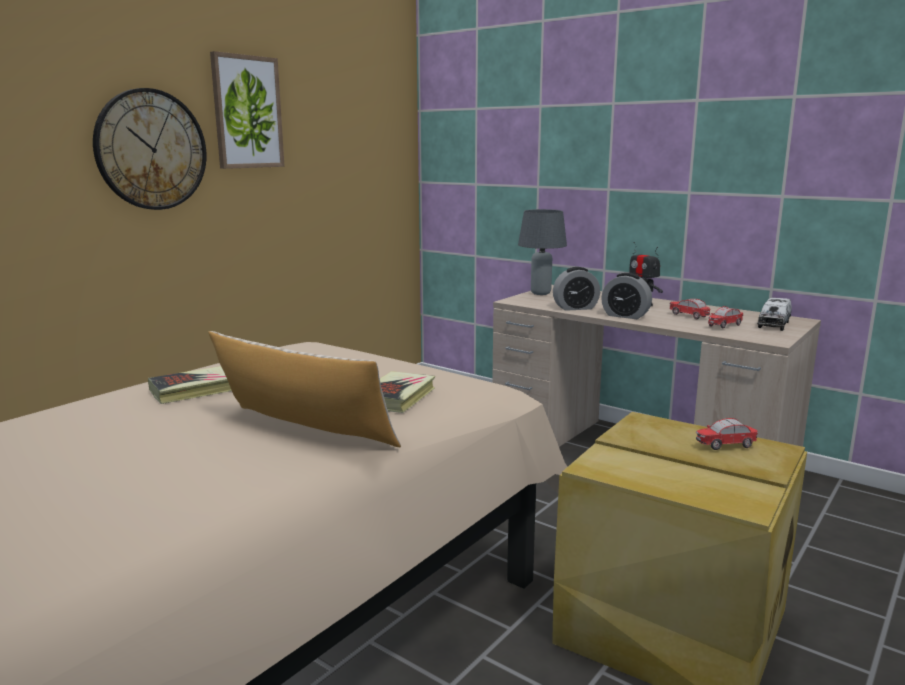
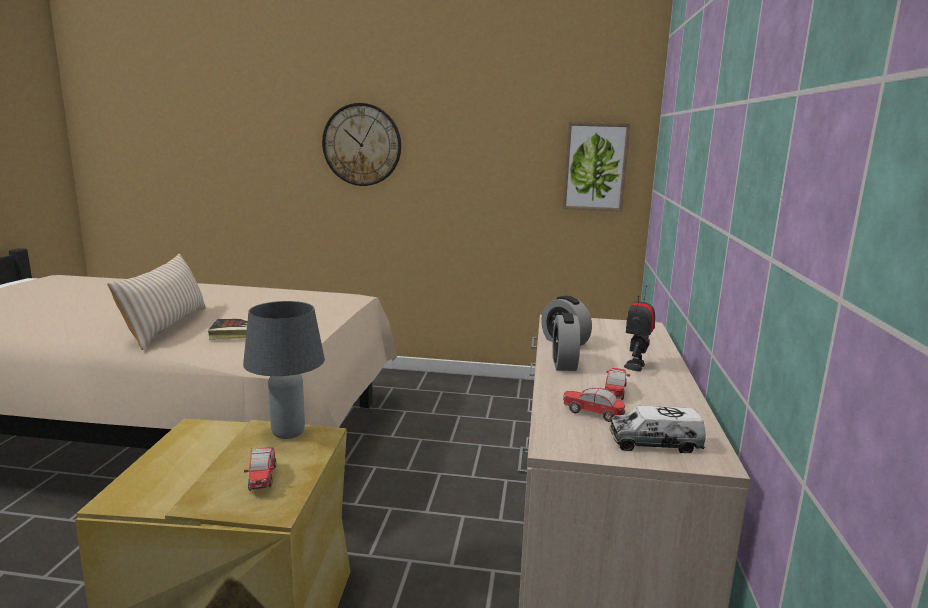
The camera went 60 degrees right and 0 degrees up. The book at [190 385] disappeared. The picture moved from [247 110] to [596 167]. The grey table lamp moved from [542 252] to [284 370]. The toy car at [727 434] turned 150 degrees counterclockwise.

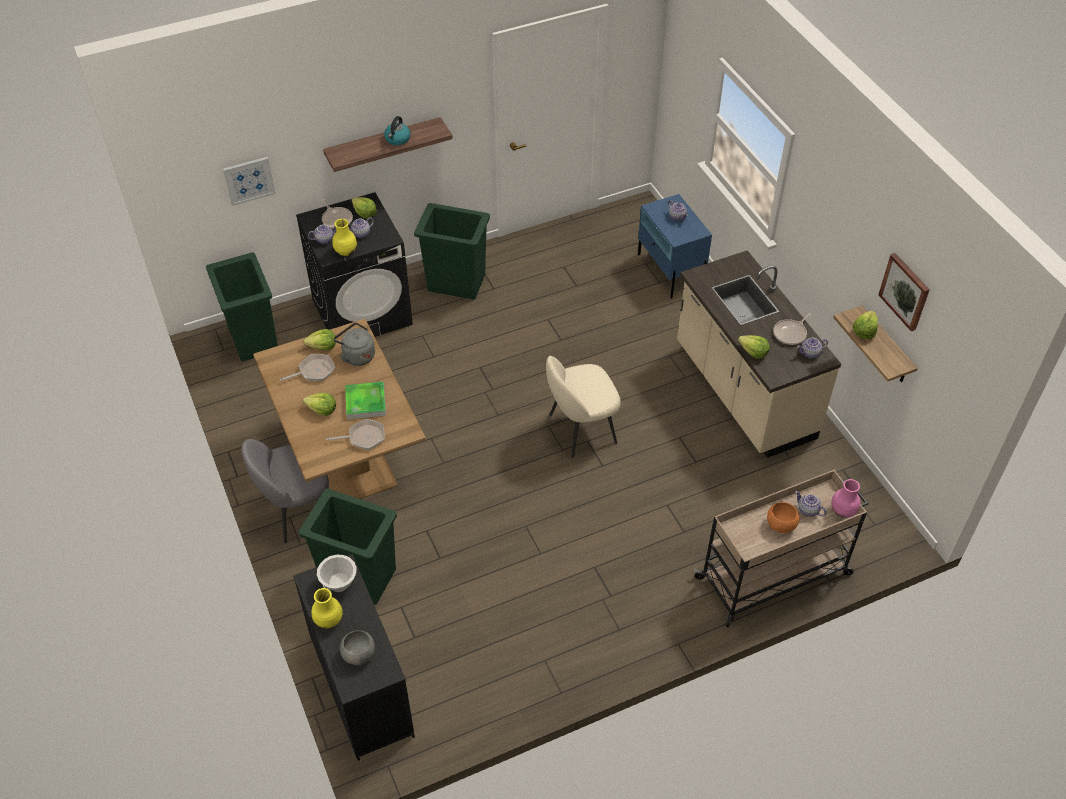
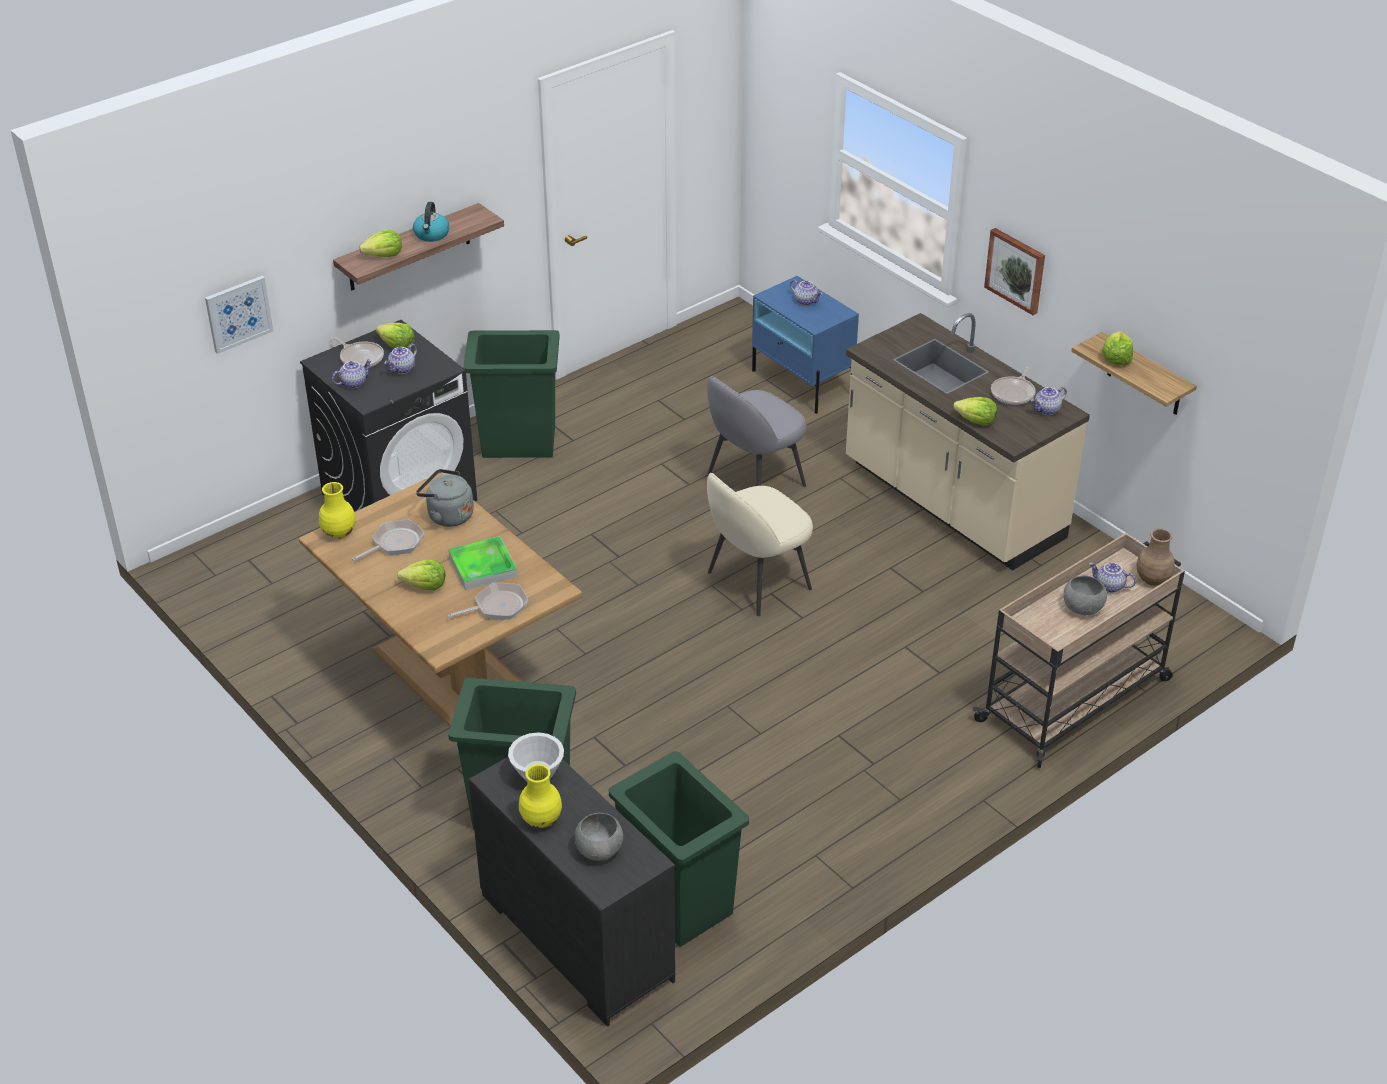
The camera went 15 degrees left and 10 degrees down. The green trash can moved from [242 307] to [679 849]. The grey chair moved from [285 491] to [757 431]. The lettuce moved from [319 339] to [380 243]. The yellow vase moved from [344 237] to [337 510]. The picture moved from [904 292] to [1014 271]. The orange bowl at [783 517] became the grey bowl at [1085 595]. The pink vase at [845 498] became the brown vase at [1155 557].

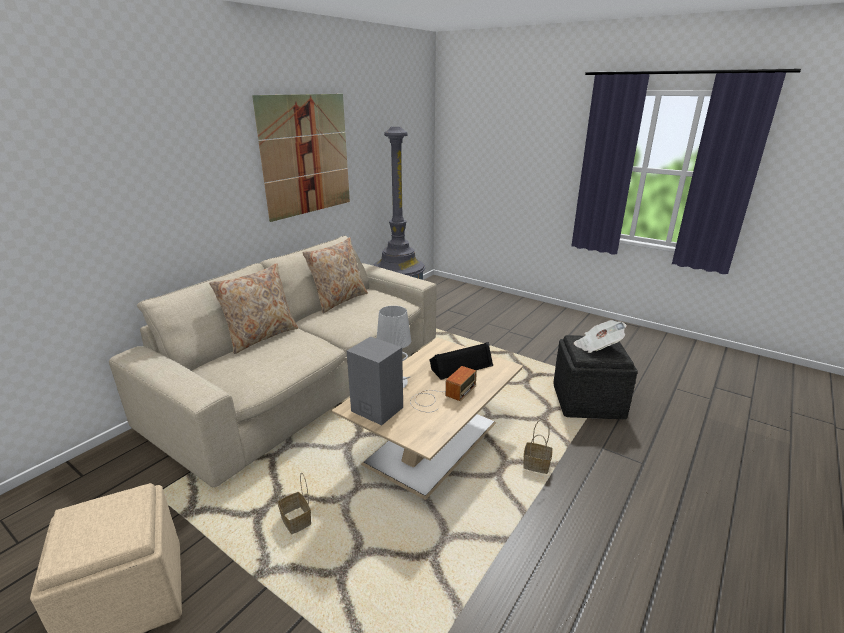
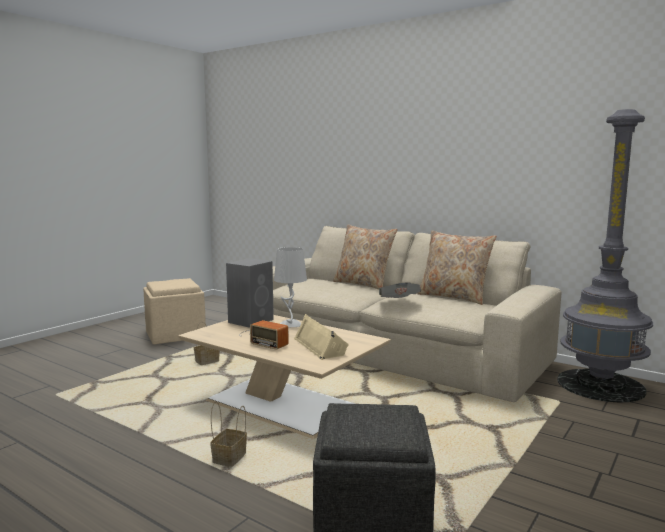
The camera went 90 degrees right and 15 degrees down. The picture at [301 158] disappeared. The newspaper moved from [600 336] to [400 290]. The black speaker at [461 361] became the beige speaker at [321 337].

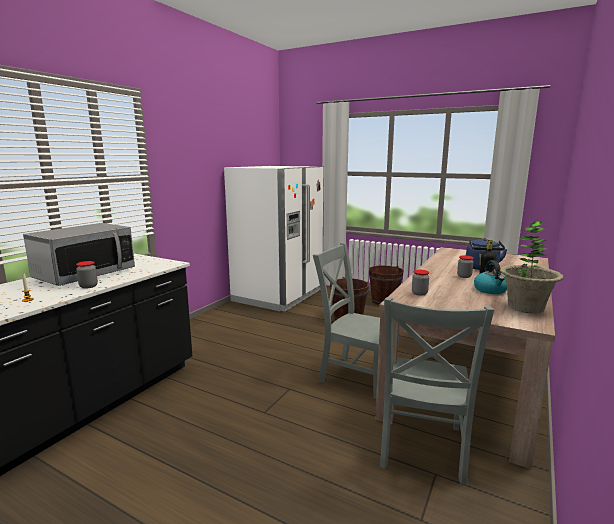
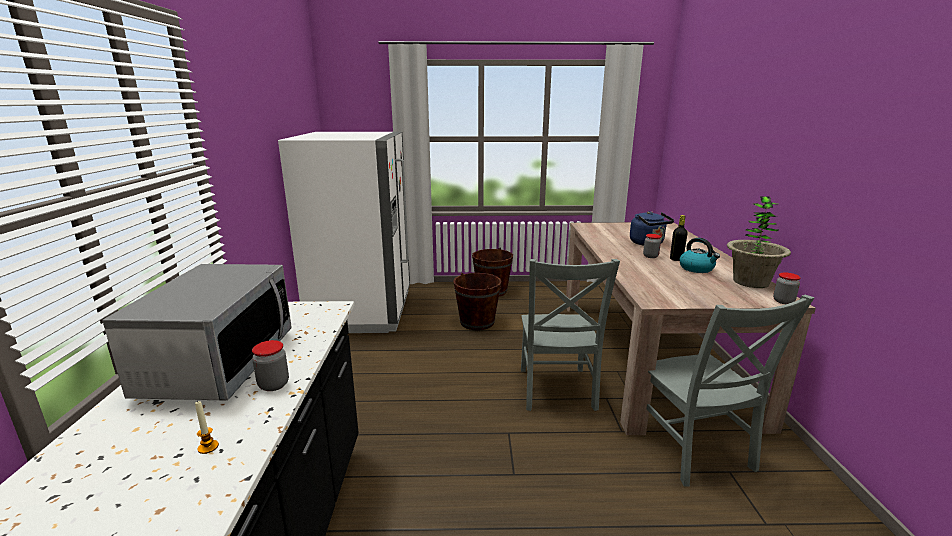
The camera went 30 degrees left and 5 degrees up. The jar moved from [420 283] to [787 288]. The grey chair at [356 320] turned 90 degrees counterclockwise.

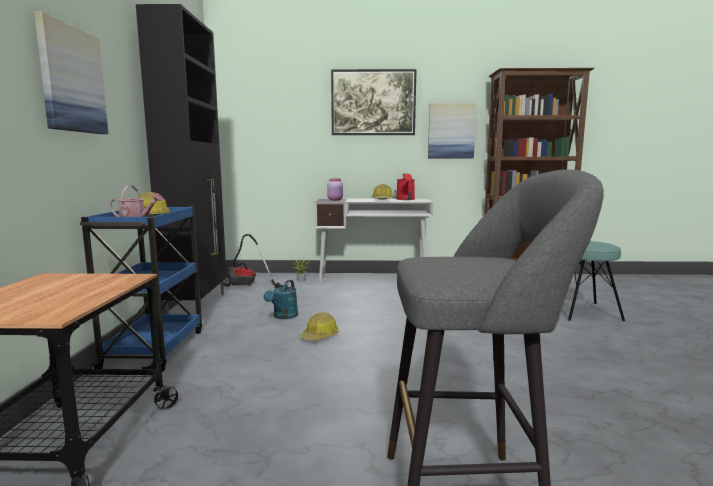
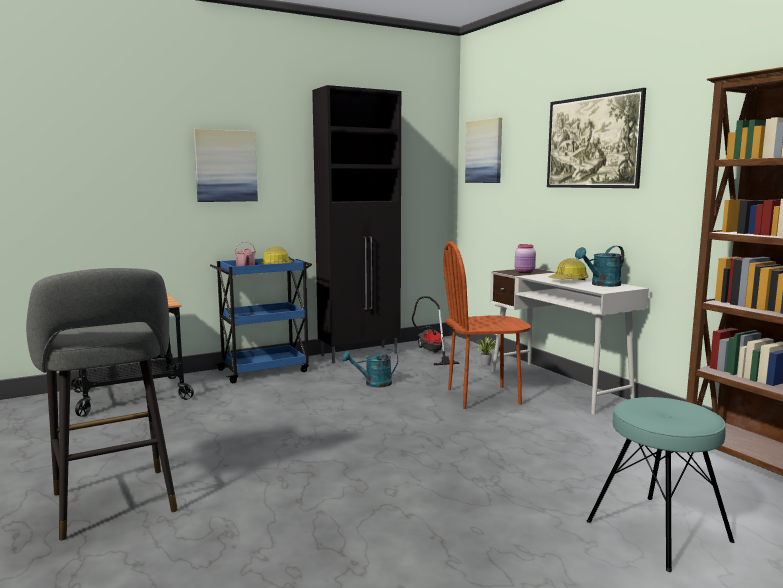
The camera went 60 degrees right and 0 degrees up. The hard hat at [319 326] disappeared. The brown chair at [487 325] appeared. The picture moved from [452 130] to [483 150]. The red watering can at [405 186] became the turquoise watering can at [599 266].

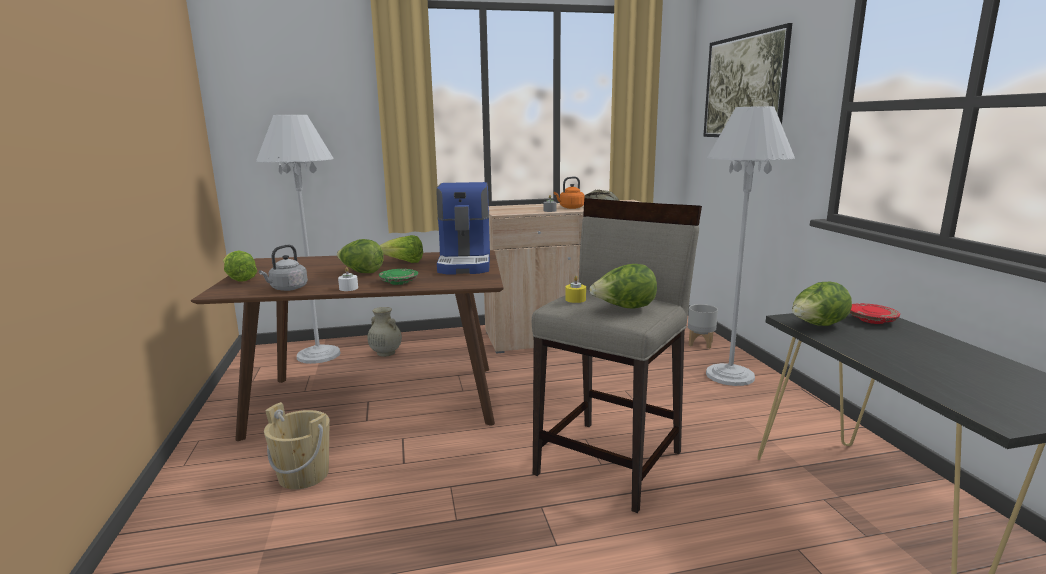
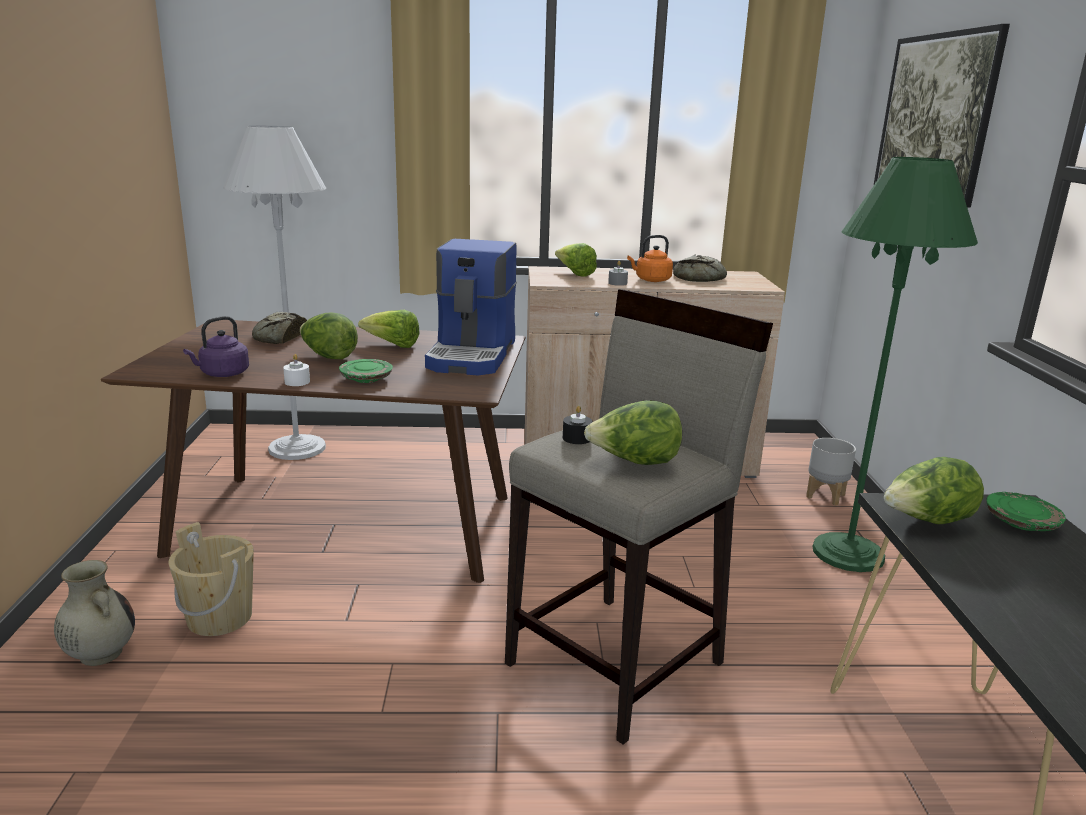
The camera went 10 degrees right and 5 degrees up. The bread at [279 328] appeared. The lettuce moved from [240 266] to [576 260]. The beige vase moved from [384 332] to [94 613]. The grey kettle at [283 268] became the purple kettle at [216 346]. The yellow candle at [575 289] became the black candle at [578 425]. The white floor lamp at [750 246] became the green floor lamp at [895 364]. The red plate at [875 313] became the green plate at [1026 511].

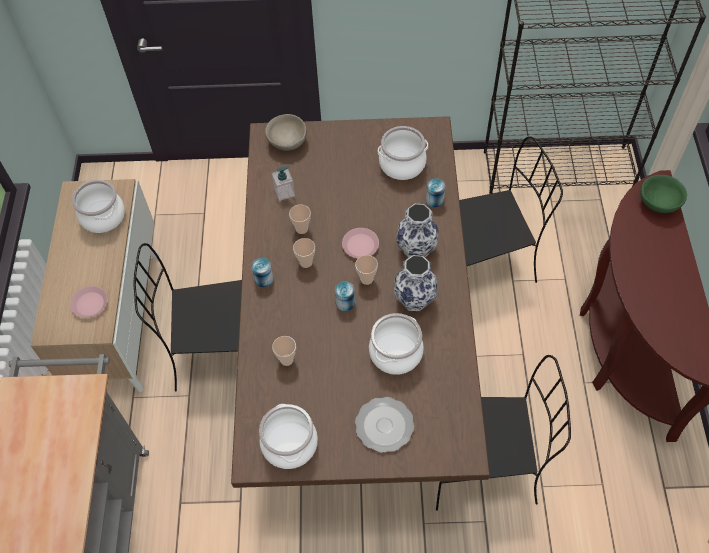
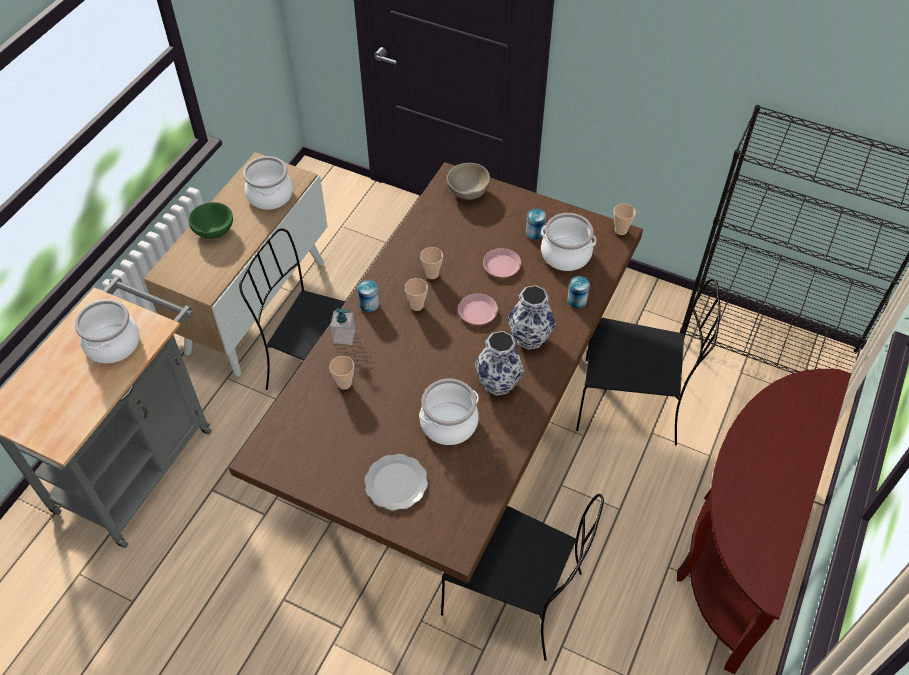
The camera went 25 degrees right and 5 degrees down. The pink plate moved from [89 302] to [502 262]. The cooking pot moved from [288 436] to [107 331]. The soap dispenser moved from [283 183] to [342 326]. The can moved from [345 296] to [536 224]. The cup moved from [366 270] to [624 219]. The green bowl moved from [663 194] to [211 220].

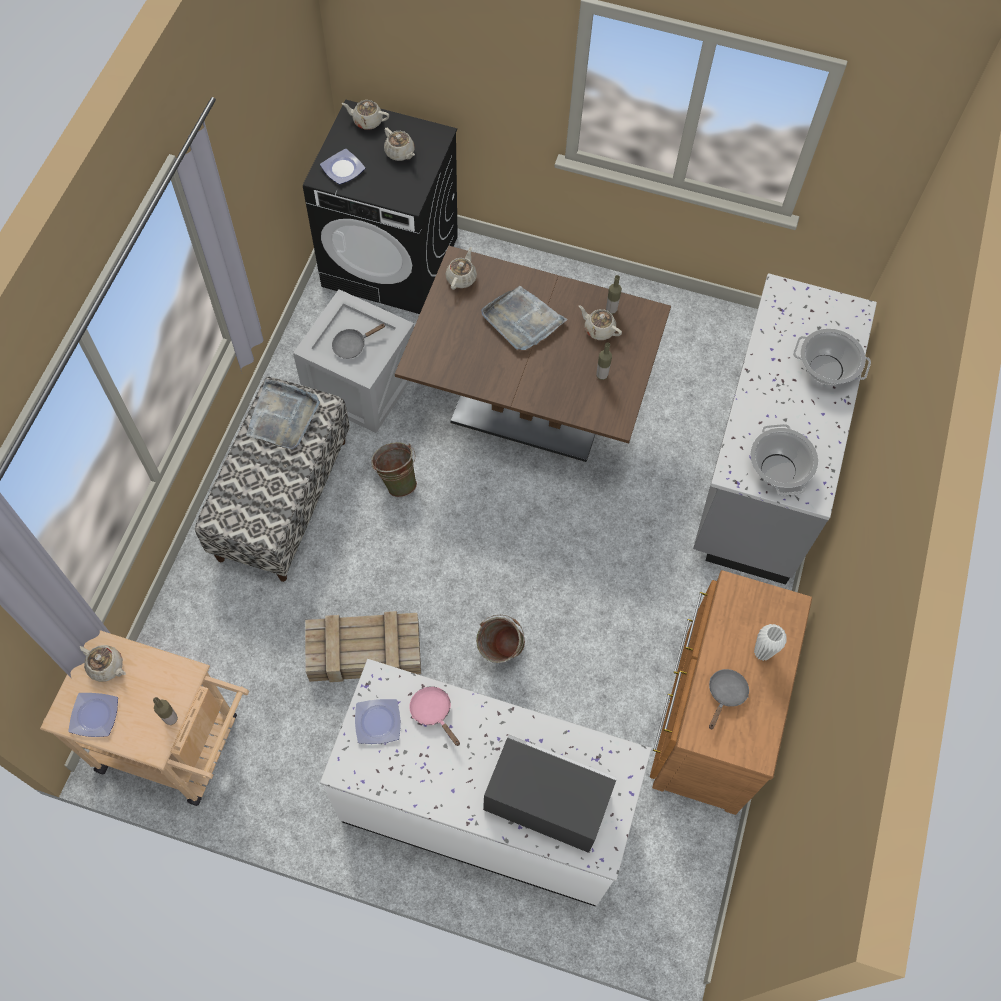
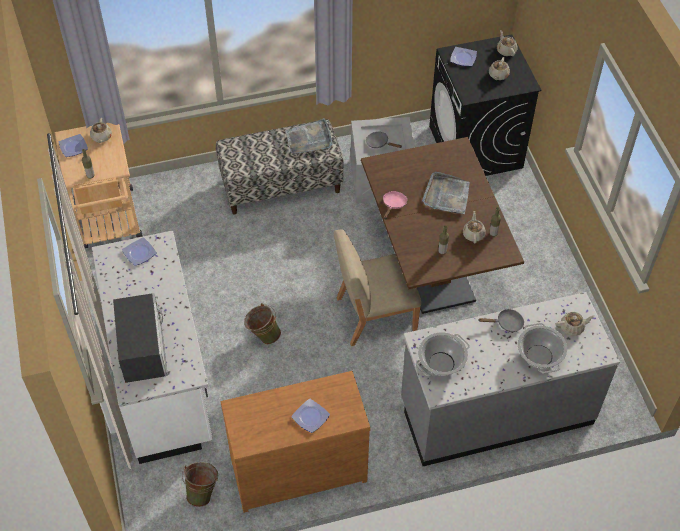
The camera went 60 degrees right and 10 degrees down. The crate at [363 646] disappeared. The beige chair at [377 287] appeared. The green bucket moved from [394 469] to [200 484]. The pink frying pan moved from [434 716] to [395 205]. The beige teapot moved from [461 268] to [575 324]. The grey frying pan moved from [729 699] to [501 320]. The white vase at [770 642] was replaced by the plate at [310 415].

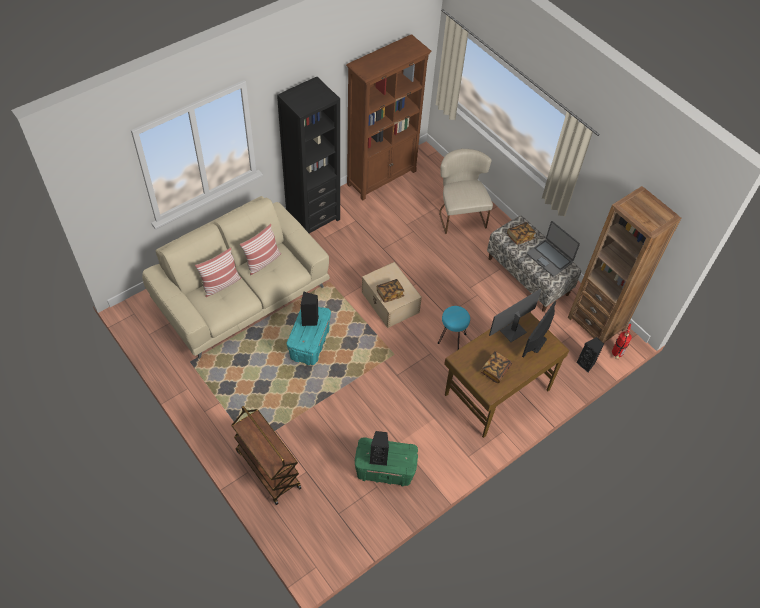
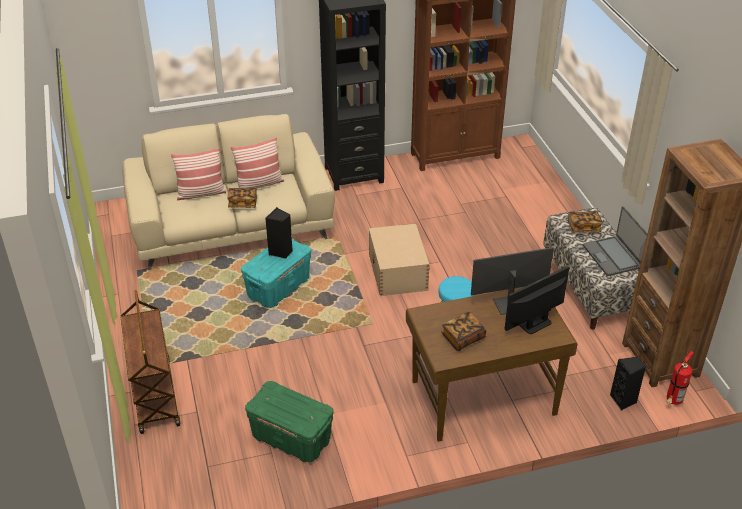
The camera went 25 degrees right and 15 degrees down. The black speaker at [379 448] disappeared. The beige chair at [466 191] disappeared. The book moved from [390 291] to [242 198].

